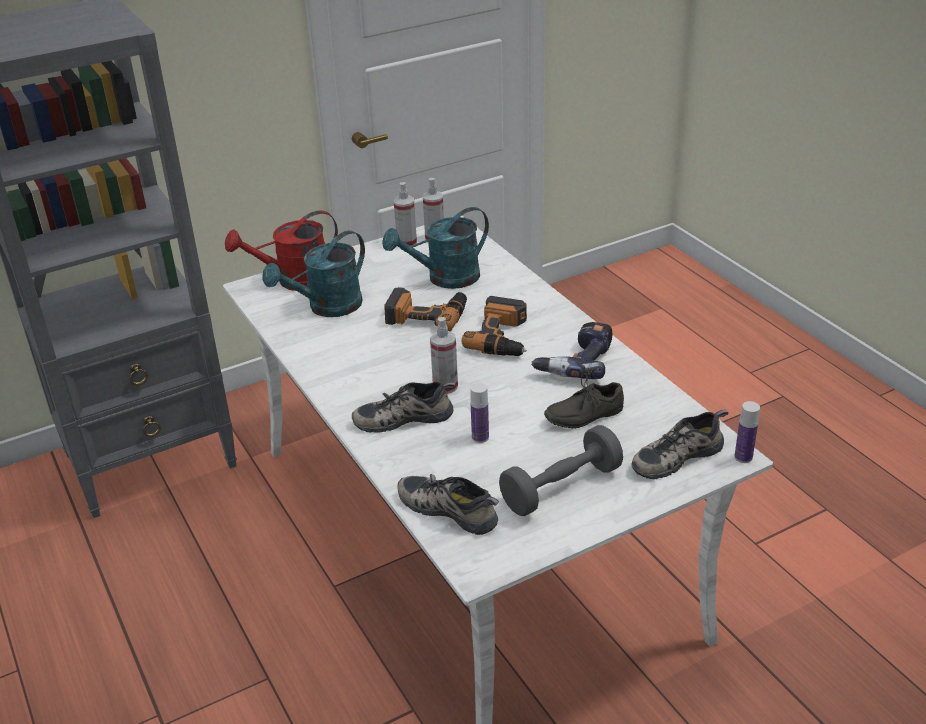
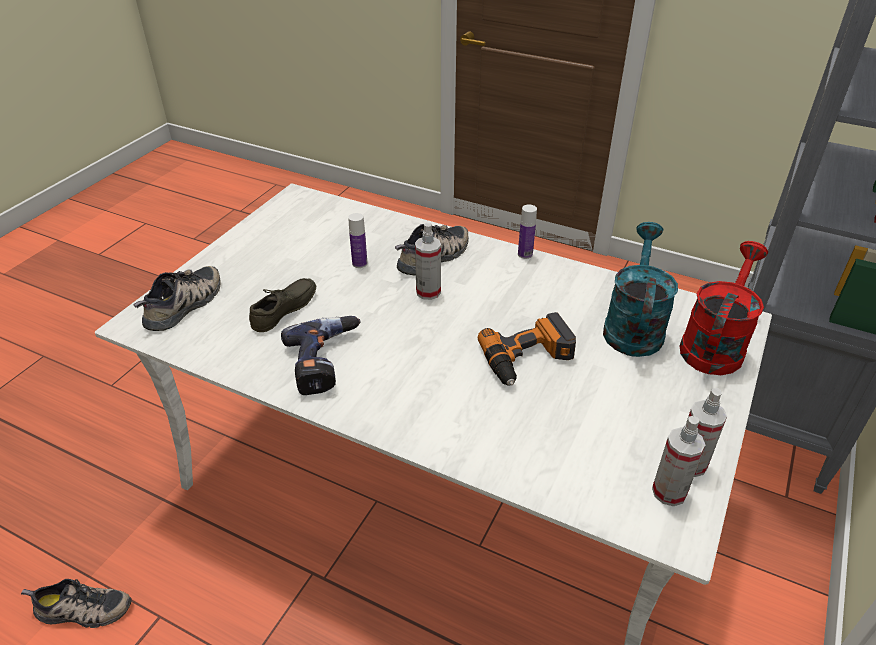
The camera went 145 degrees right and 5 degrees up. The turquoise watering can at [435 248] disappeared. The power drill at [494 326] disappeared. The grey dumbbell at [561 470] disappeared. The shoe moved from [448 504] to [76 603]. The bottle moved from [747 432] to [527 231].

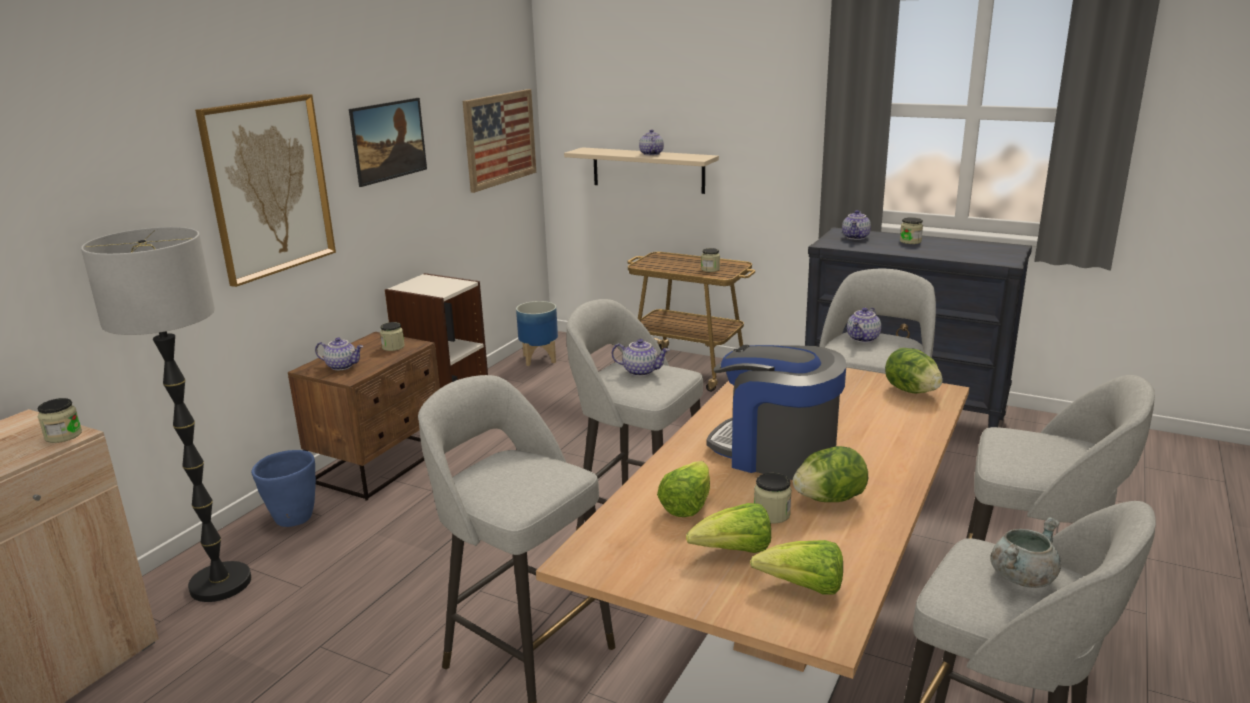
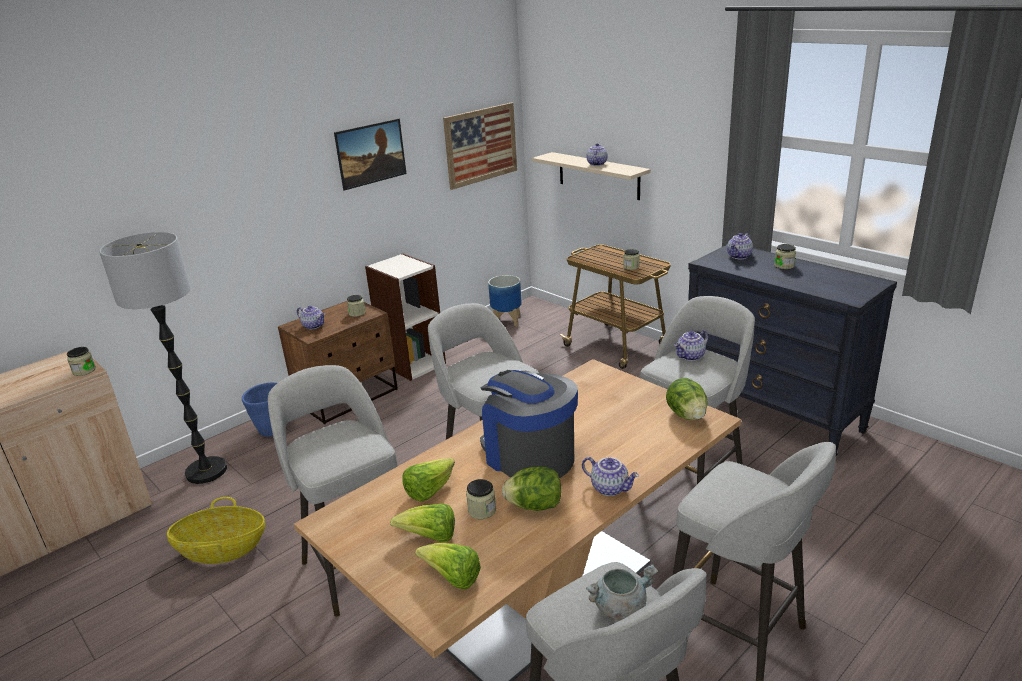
The camera went 20 degrees right and 5 degrees up. The picture at [265 190] disappeared. The basket at [216 530] appeared. The teapot moved from [641 357] to [610 476].

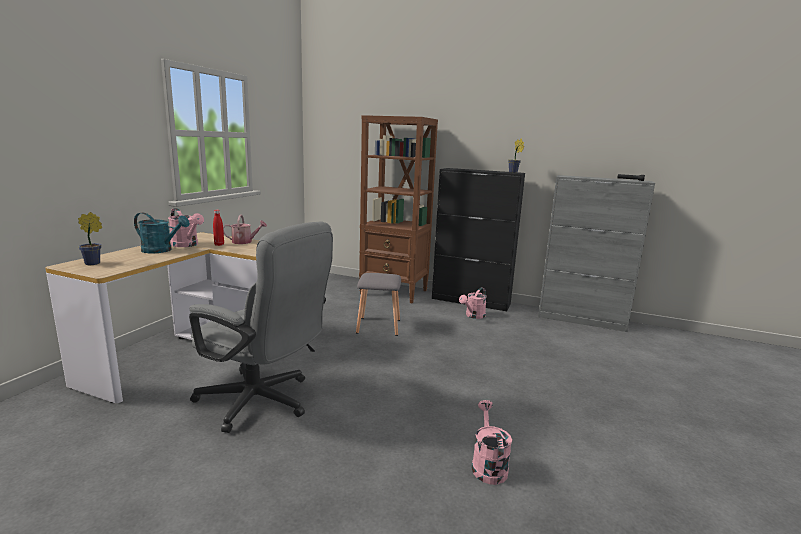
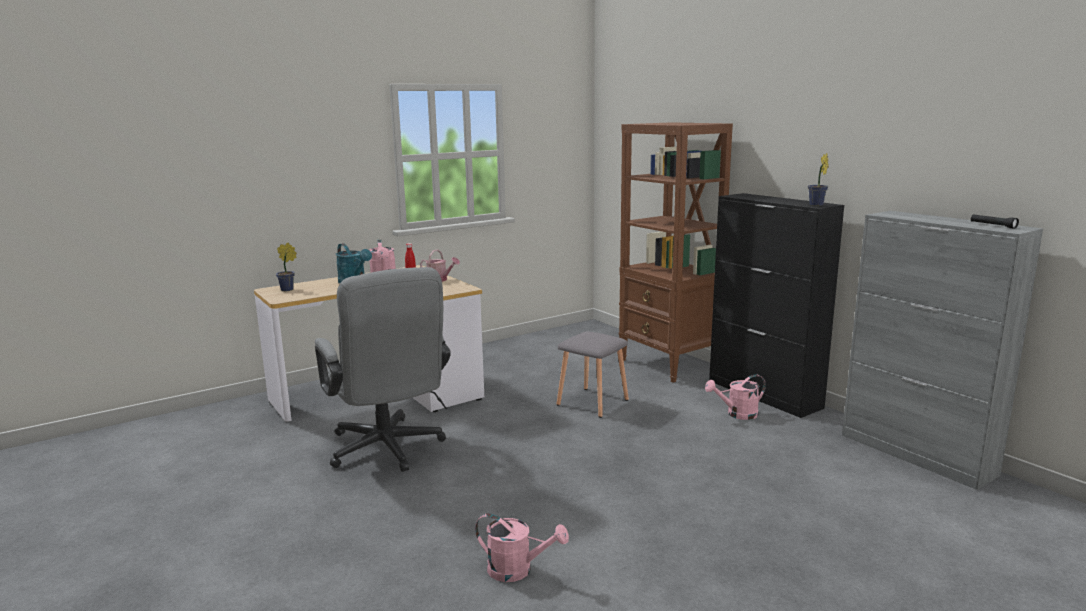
The camera went 35 degrees right and 0 degrees up. The pink watering can at [492 442] turned 75 degrees clockwise.

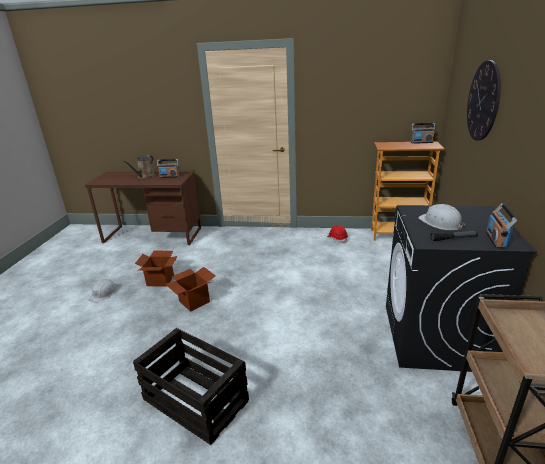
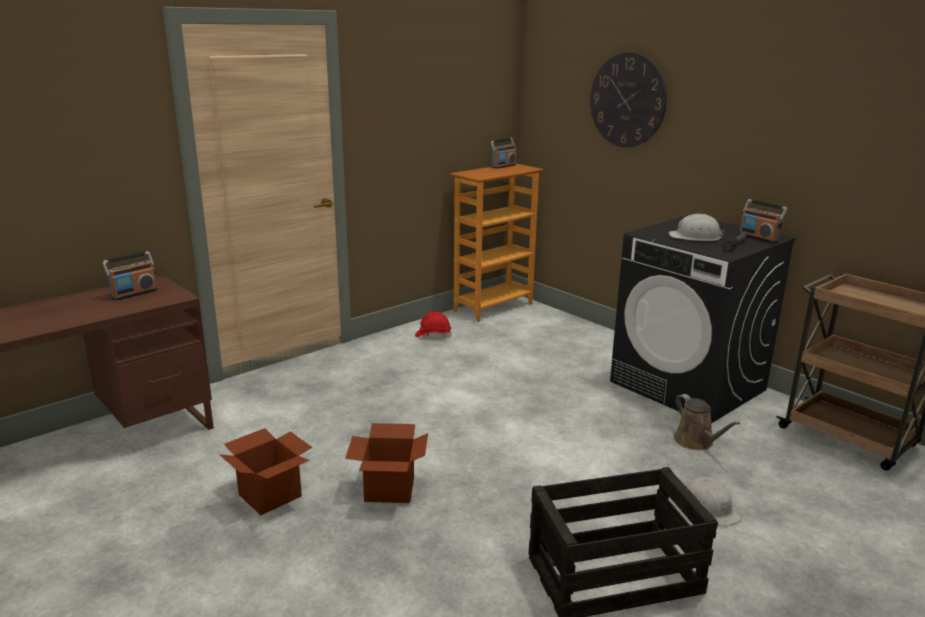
The camera went 50 degrees left and 5 degrees down. The white hard hat moved from [103 290] to [713 502]. The brown watering can moved from [139 167] to [707 422].

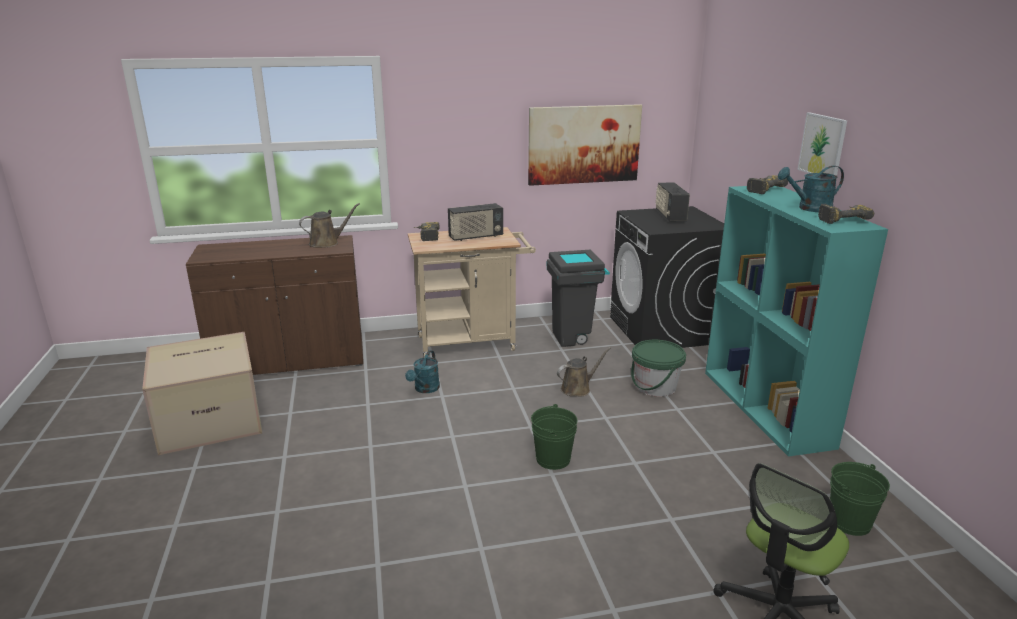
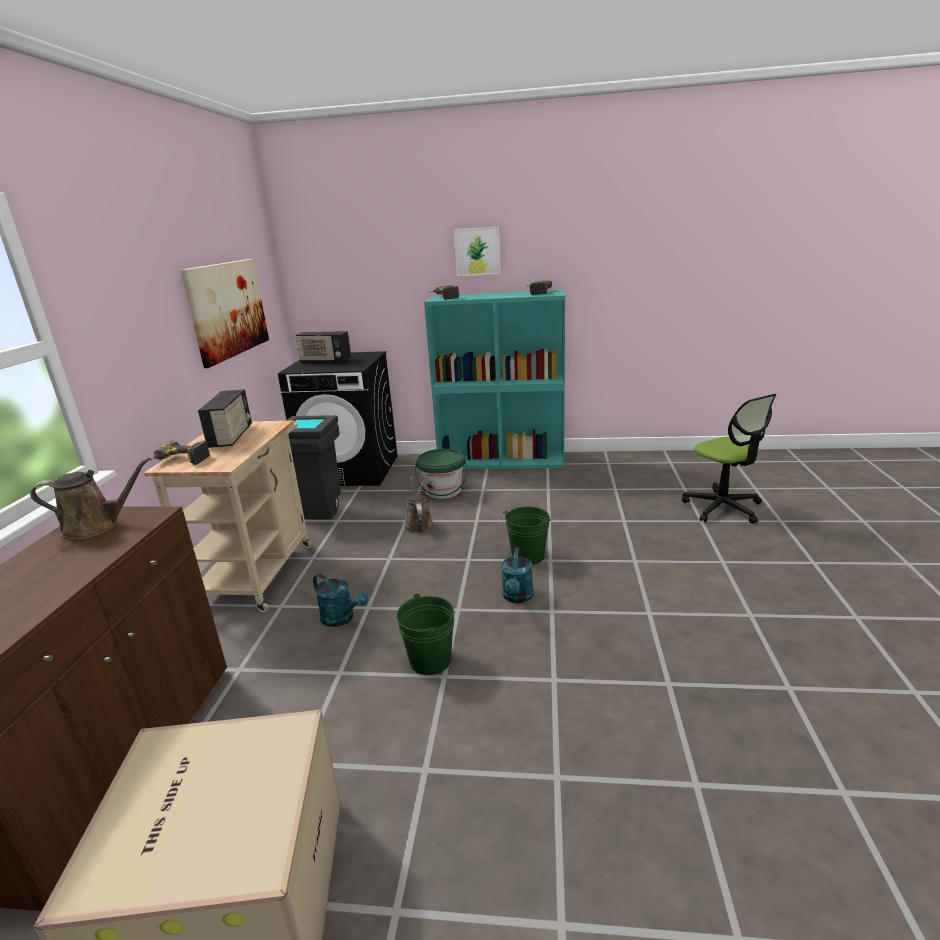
The camera went 70 degrees left and 0 degrees up. The turquoise watering can moved from [811 189] to [517 575]. The green bucket moved from [860 499] to [425 634]. The brown watering can at [329 225] turned 90 degrees clockwise.

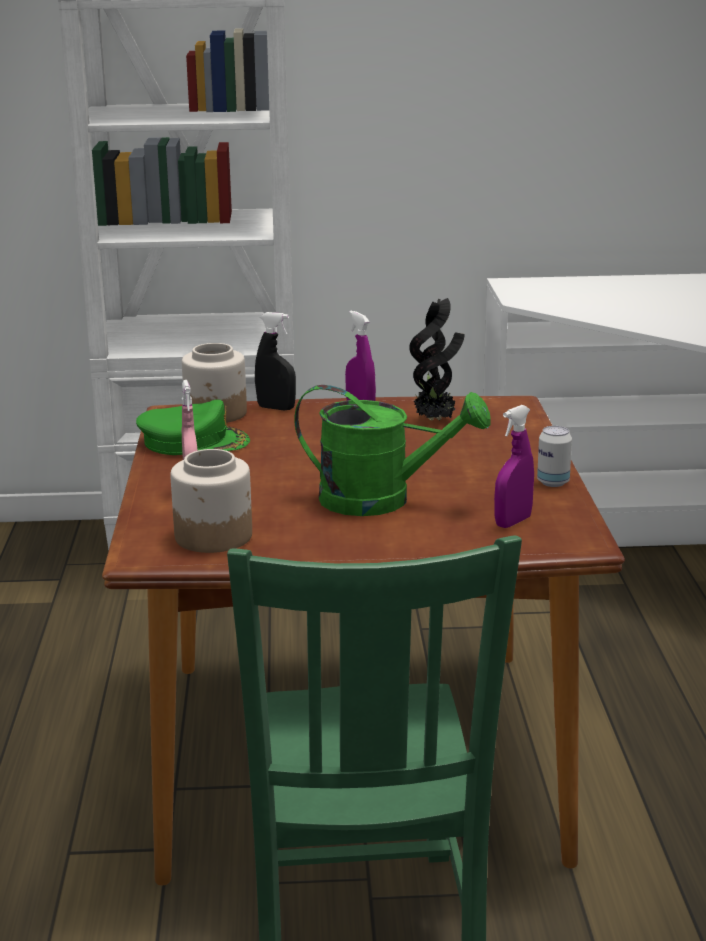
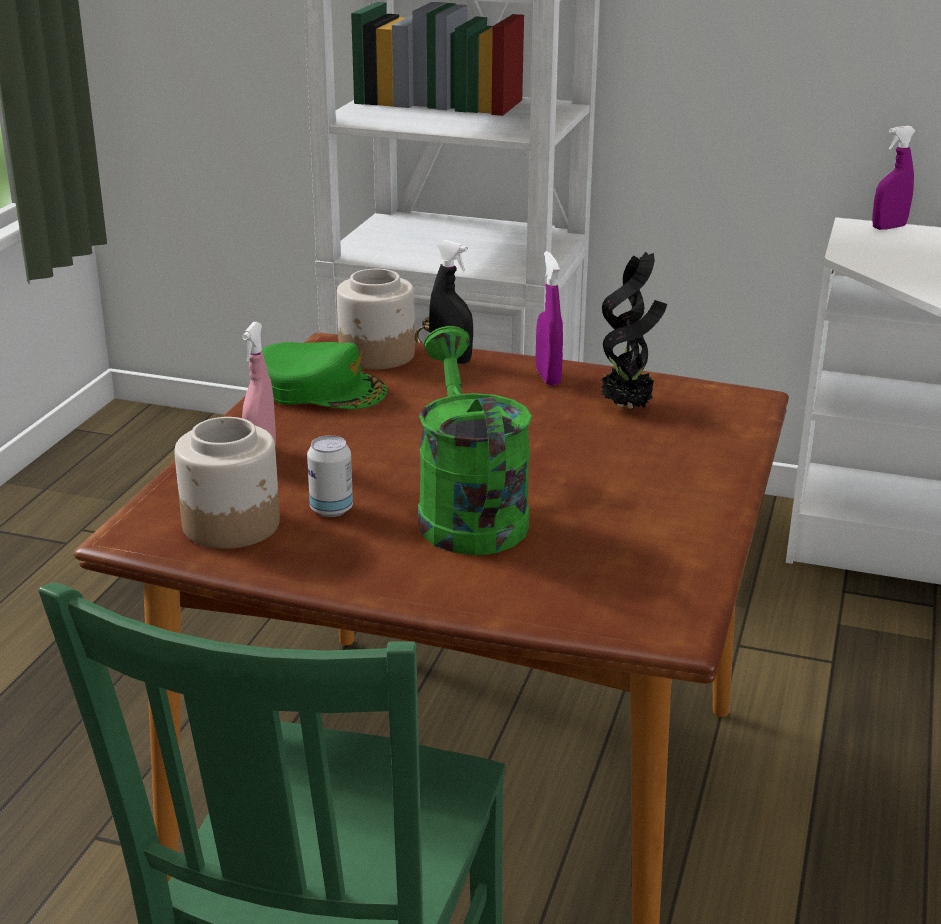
The camera went 20 degrees right and 5 degrees up. The purple spray bottle moved from [514 466] to [894 178]. The can moved from [554 456] to [330 476]. The green watering can at [392 450] turned 135 degrees counterclockwise.

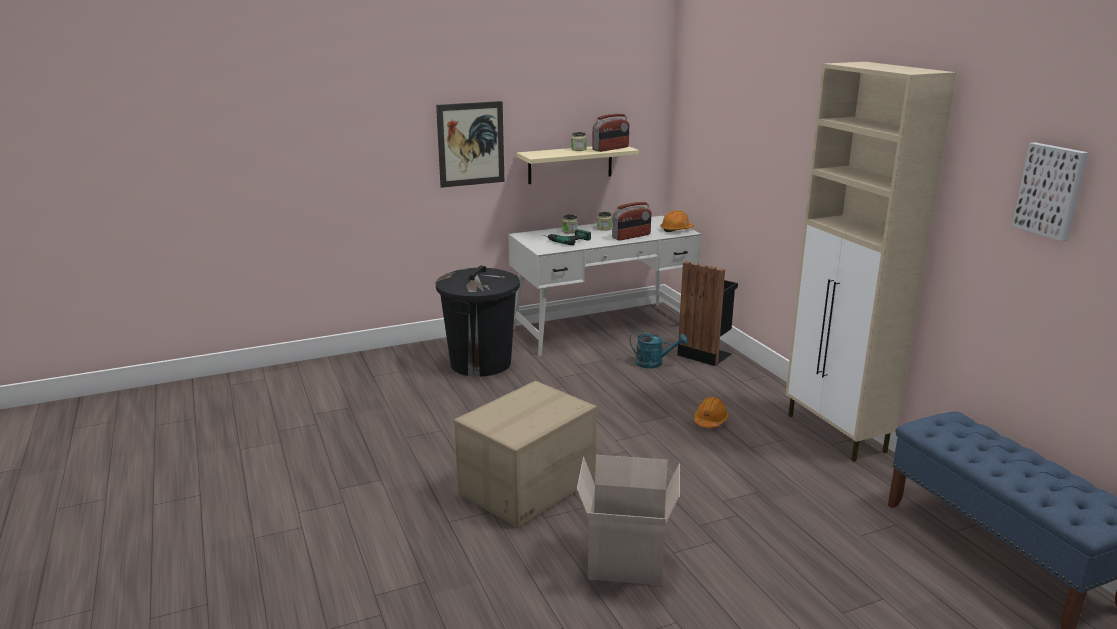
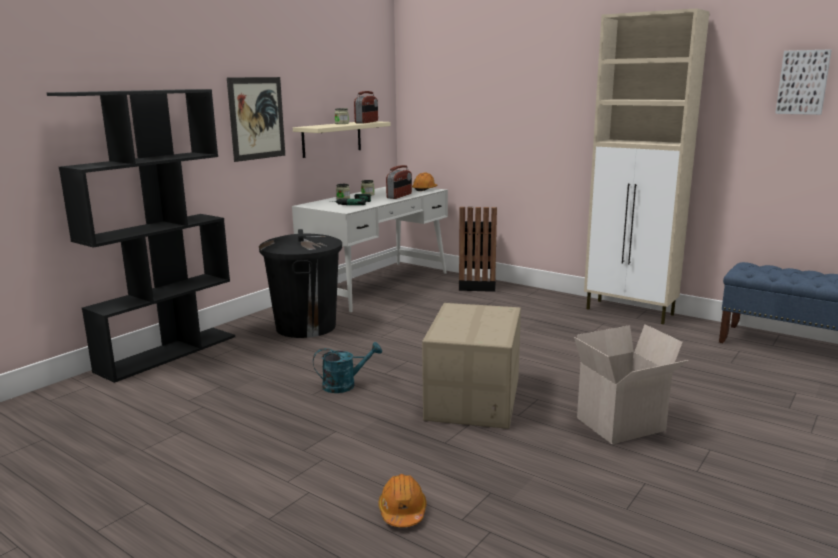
The camera went 30 degrees left and 5 degrees down. The black bookcase at [141 236] appeared. The turquoise watering can moved from [659 349] to [347 367]. The orange hard hat moved from [711 412] to [402 500].

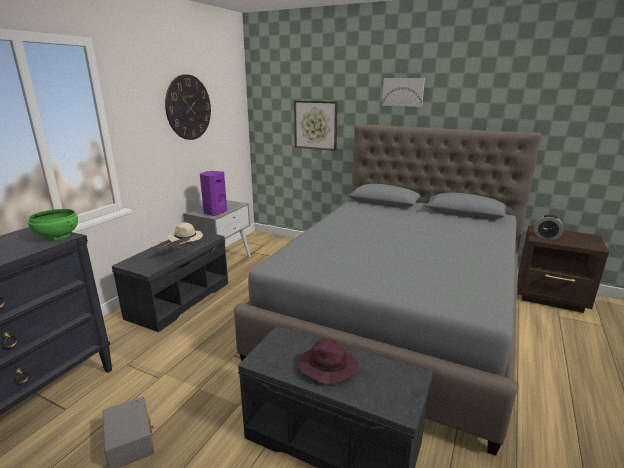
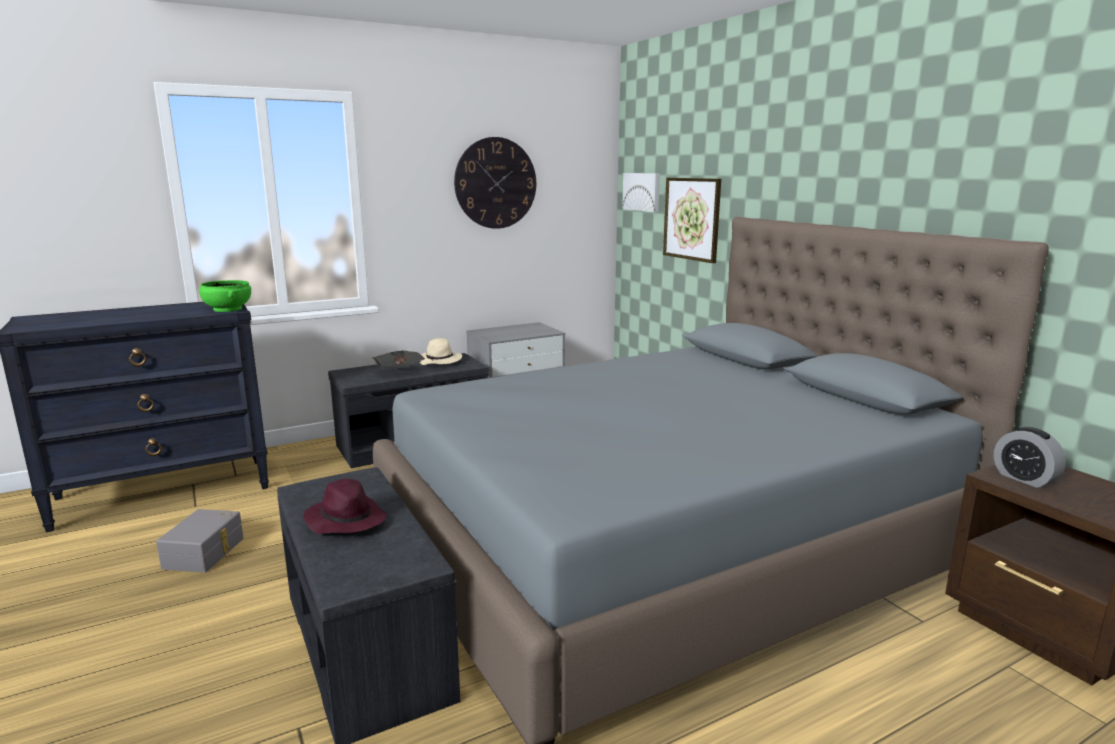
The camera went 35 degrees right and 5 degrees down. The purple speaker at [213 193] disappeared. The picture moved from [403 92] to [641 192].

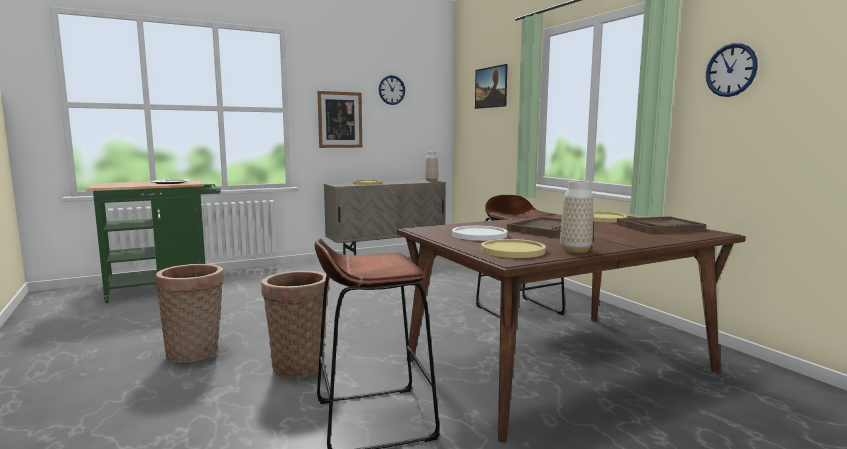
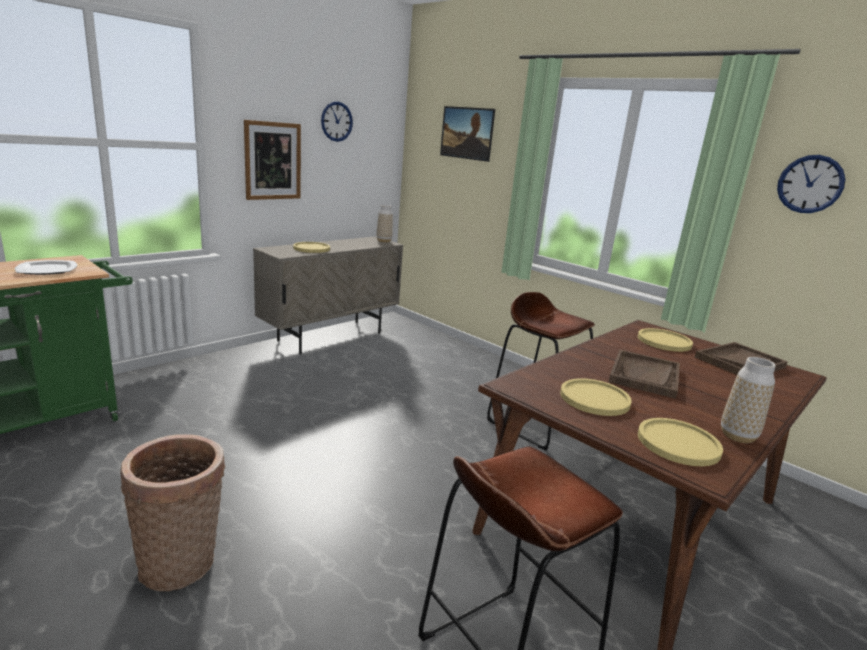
The camera went 20 degrees left and 10 degrees up. The basket at [295 324] disappeared. The white plate at [479 233] became the yellow plate at [596 397].

